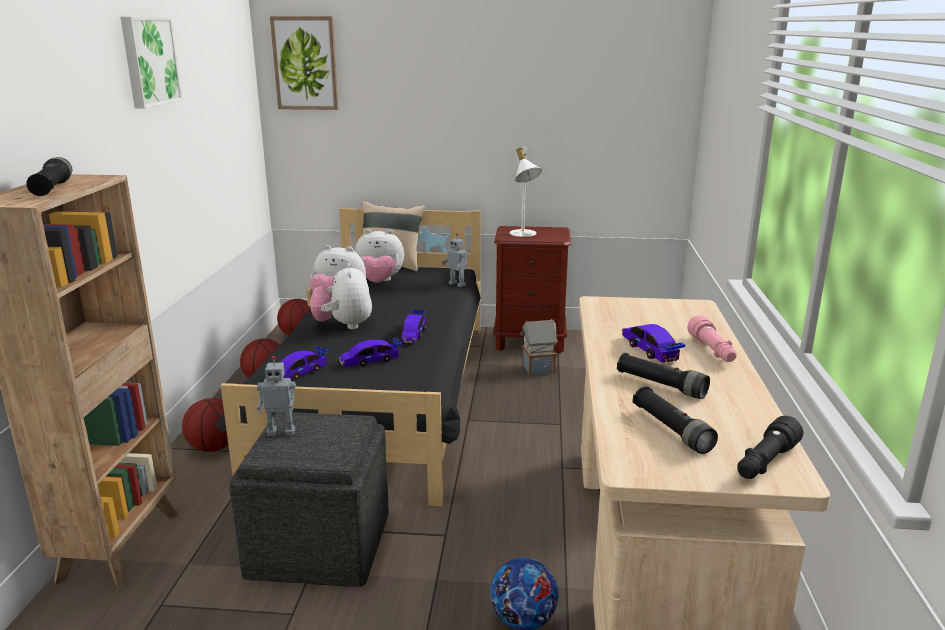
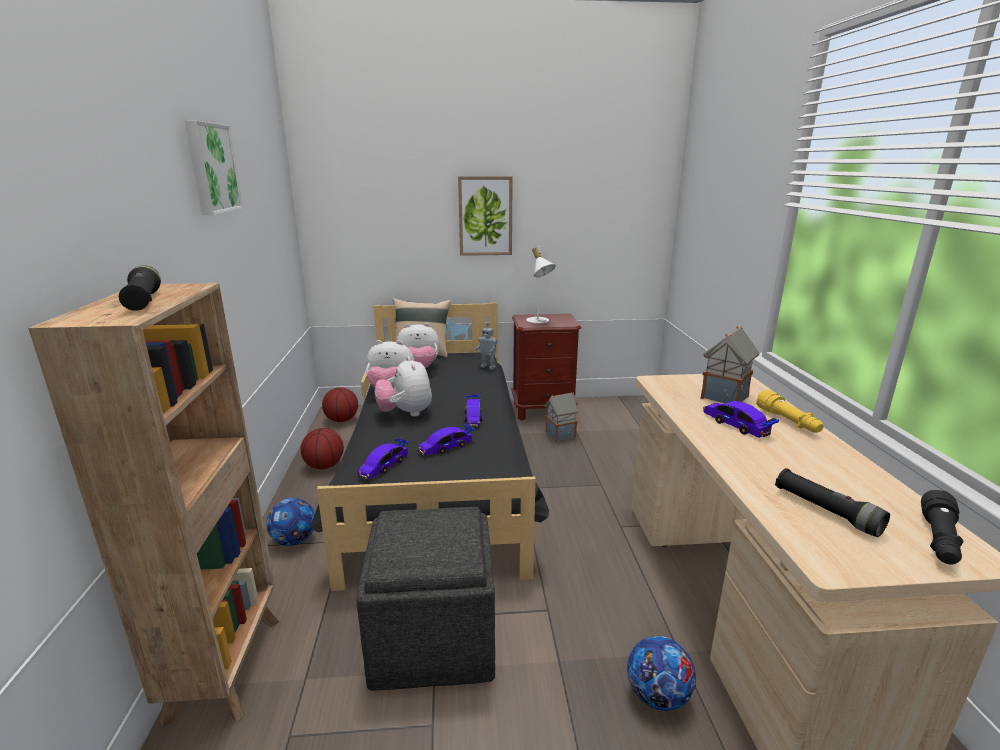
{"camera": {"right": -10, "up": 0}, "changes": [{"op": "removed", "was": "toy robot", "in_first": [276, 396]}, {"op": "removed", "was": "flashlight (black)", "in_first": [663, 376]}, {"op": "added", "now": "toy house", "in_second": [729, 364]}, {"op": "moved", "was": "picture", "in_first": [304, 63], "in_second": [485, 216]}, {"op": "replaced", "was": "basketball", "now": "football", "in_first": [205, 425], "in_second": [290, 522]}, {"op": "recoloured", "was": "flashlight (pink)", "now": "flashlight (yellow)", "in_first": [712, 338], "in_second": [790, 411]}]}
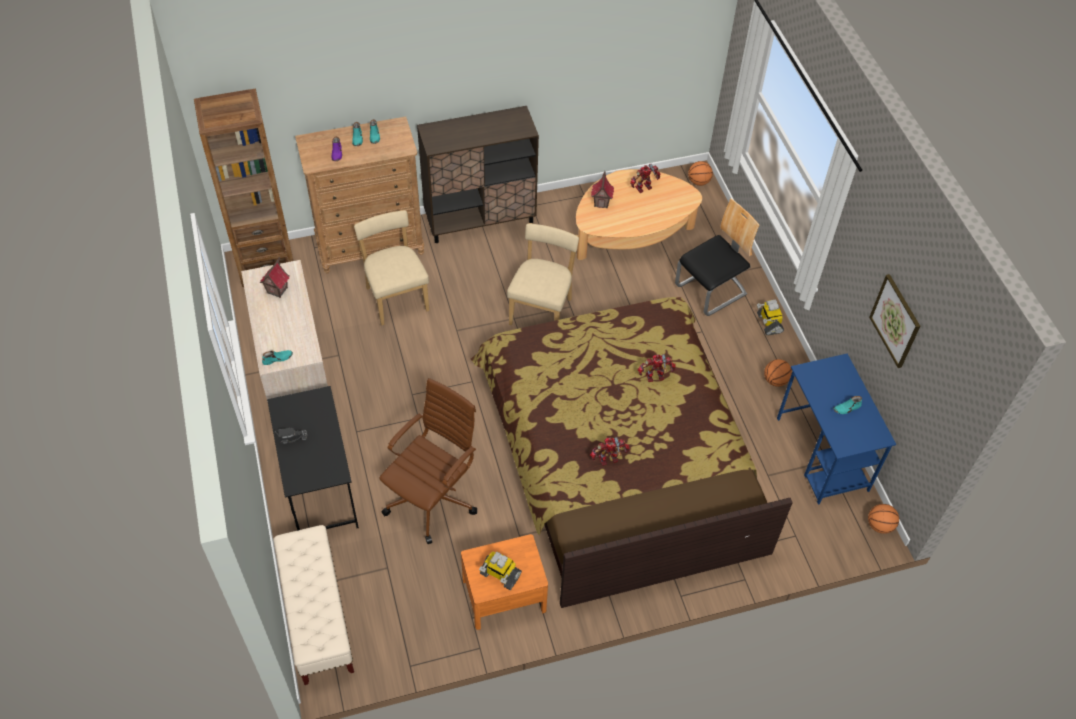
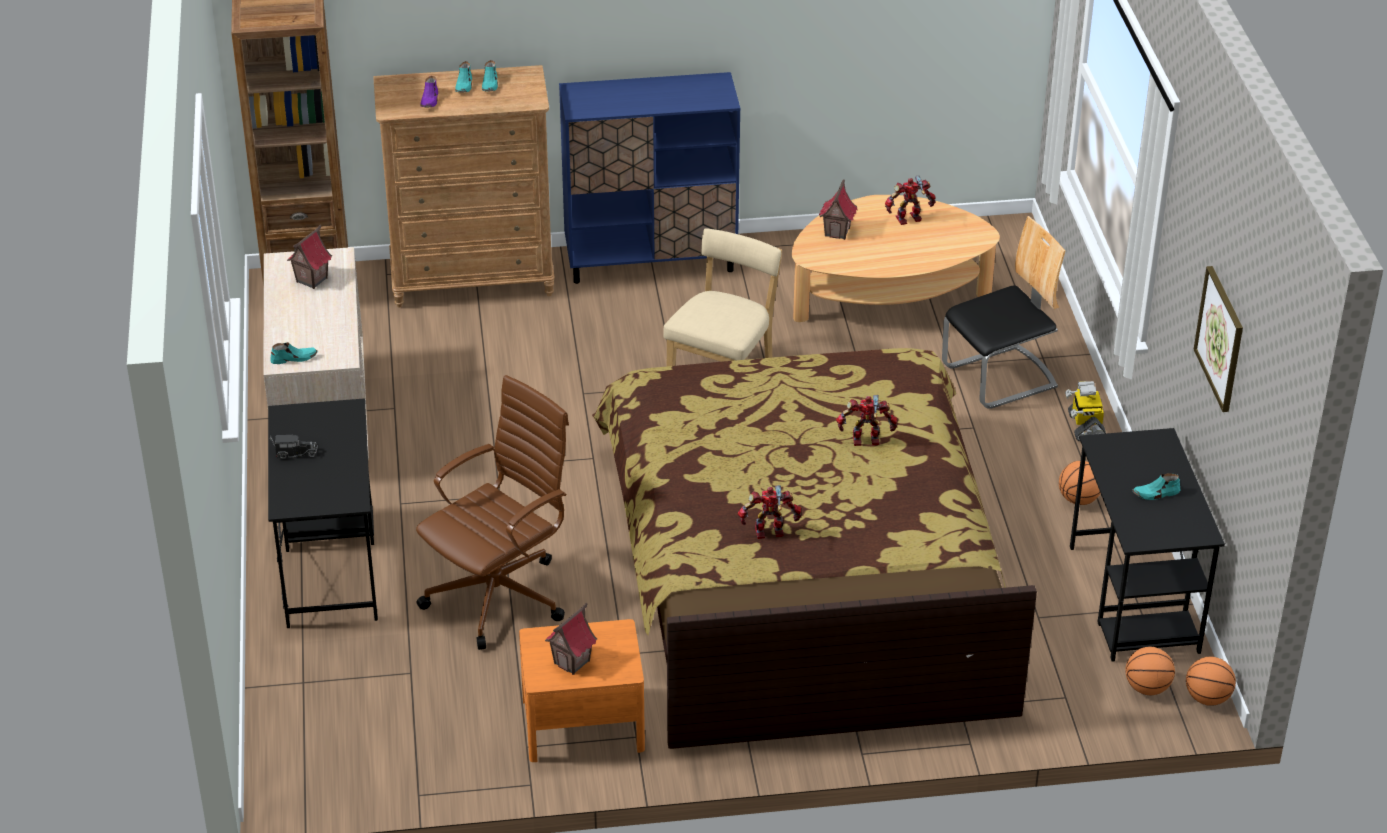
{"camera": {"right": 10, "up": -15}, "changes": [{"op": "removed", "was": "bench (beige)", "in_first": [313, 605]}, {"op": "removed", "was": "chair (beige)", "in_first": [391, 267]}, {"op": "moved", "was": "basketball", "in_first": [700, 173], "in_second": [1150, 671]}, {"op": "replaced", "was": "toy robot", "now": "toy house", "in_first": [500, 570], "in_second": [571, 639]}, {"op": "recoloured", "was": "cabinet (brown)", "now": "cabinet (blue)", "in_first": [478, 174], "in_second": [649, 178]}, {"op": "recoloured", "was": "desk (blue)", "now": "desk (black)", "in_first": [836, 429], "in_second": [1147, 545]}]}
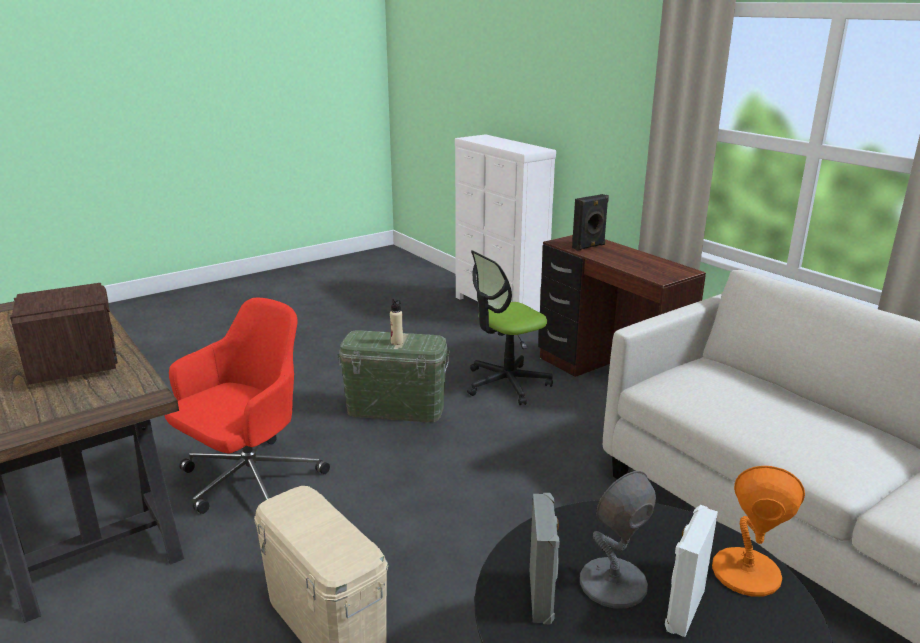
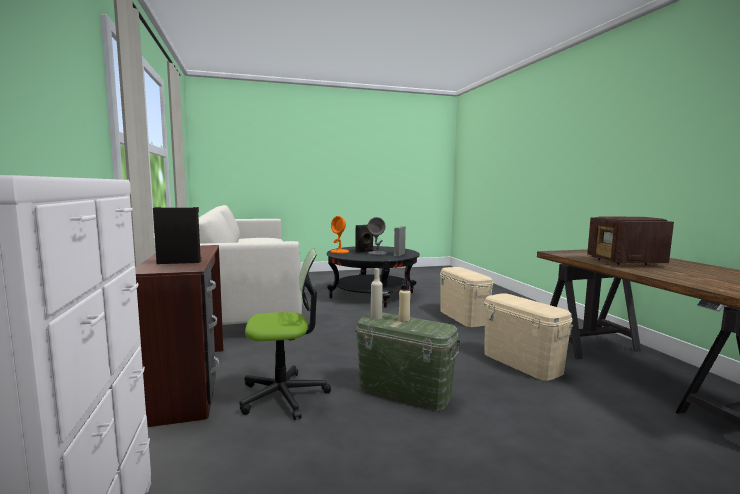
{"camera": {"right": -160, "up": -15}, "changes": [{"op": "added", "now": "bottle (beige)", "in_second": [377, 294]}, {"op": "replaced", "was": "office chair (red)", "now": "storage box (beige)", "in_first": [247, 406], "in_second": [528, 337]}, {"op": "recoloured", "was": "speaker (white)", "now": "speaker (black)", "in_first": [691, 571], "in_second": [364, 239]}]}
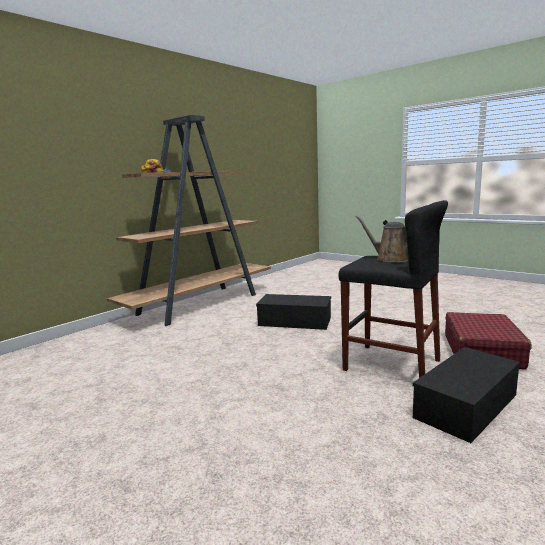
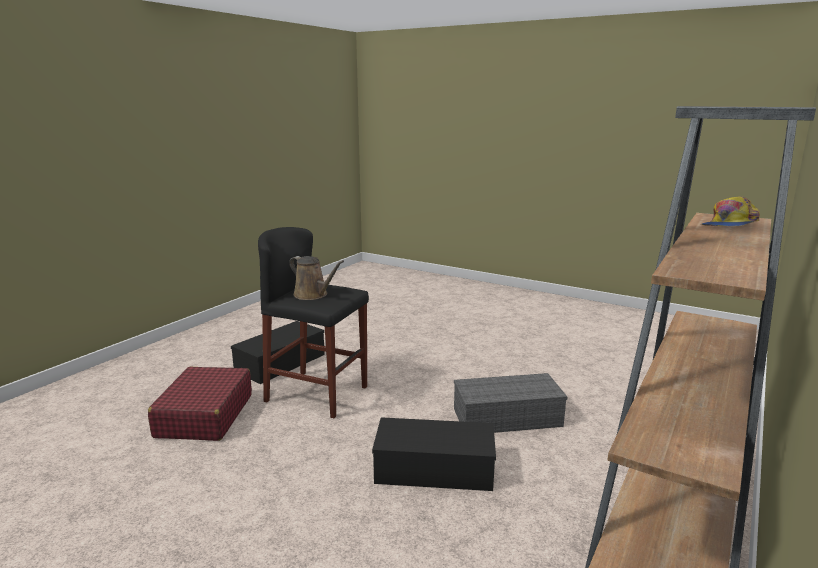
{"camera": {"right": 170, "up": 5}, "changes": [{"op": "added", "now": "storage box (grey)", "in_second": [511, 403]}]}
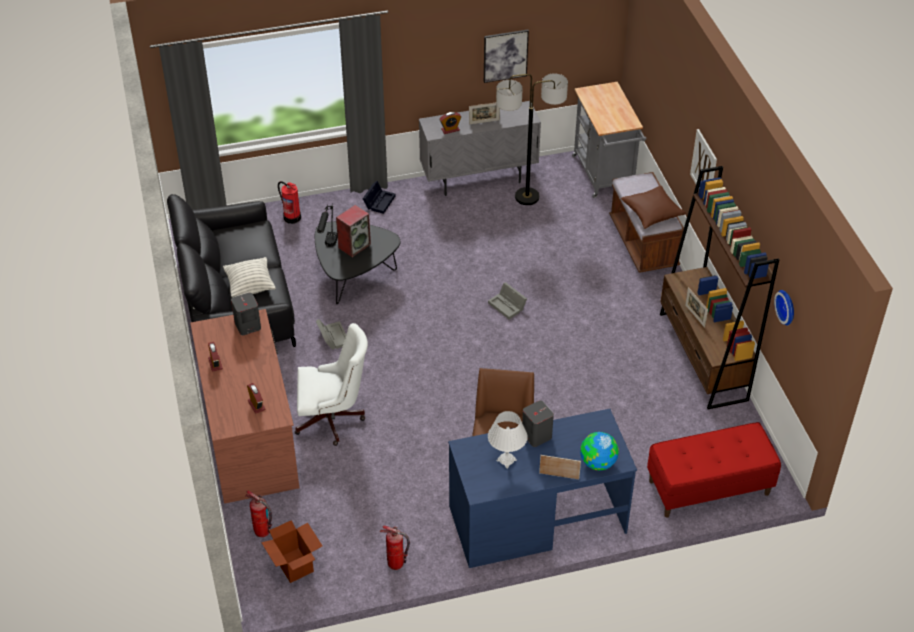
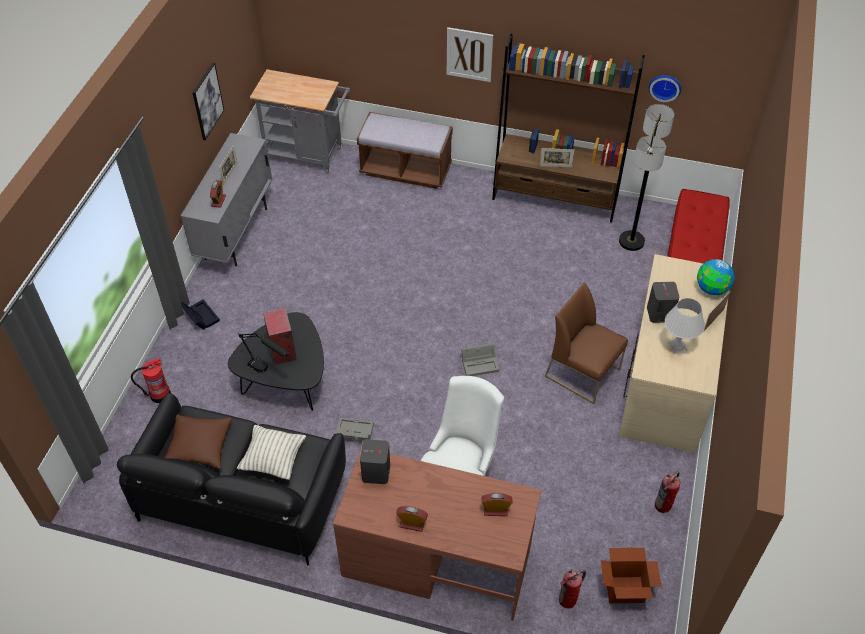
{"camera": {"right": -60, "up": 5}, "changes": [{"op": "moved", "was": "storage box (grey)", "in_first": [507, 300], "in_second": [480, 359]}, {"op": "moved", "was": "floor lamp", "in_first": [532, 139], "in_second": [646, 177]}, {"op": "moved", "was": "pillow (brown)", "in_first": [653, 207], "in_second": [198, 441]}, {"op": "recoloured", "was": "desk (blue)", "now": "desk (beige)", "in_first": [542, 488], "in_second": [674, 353]}]}
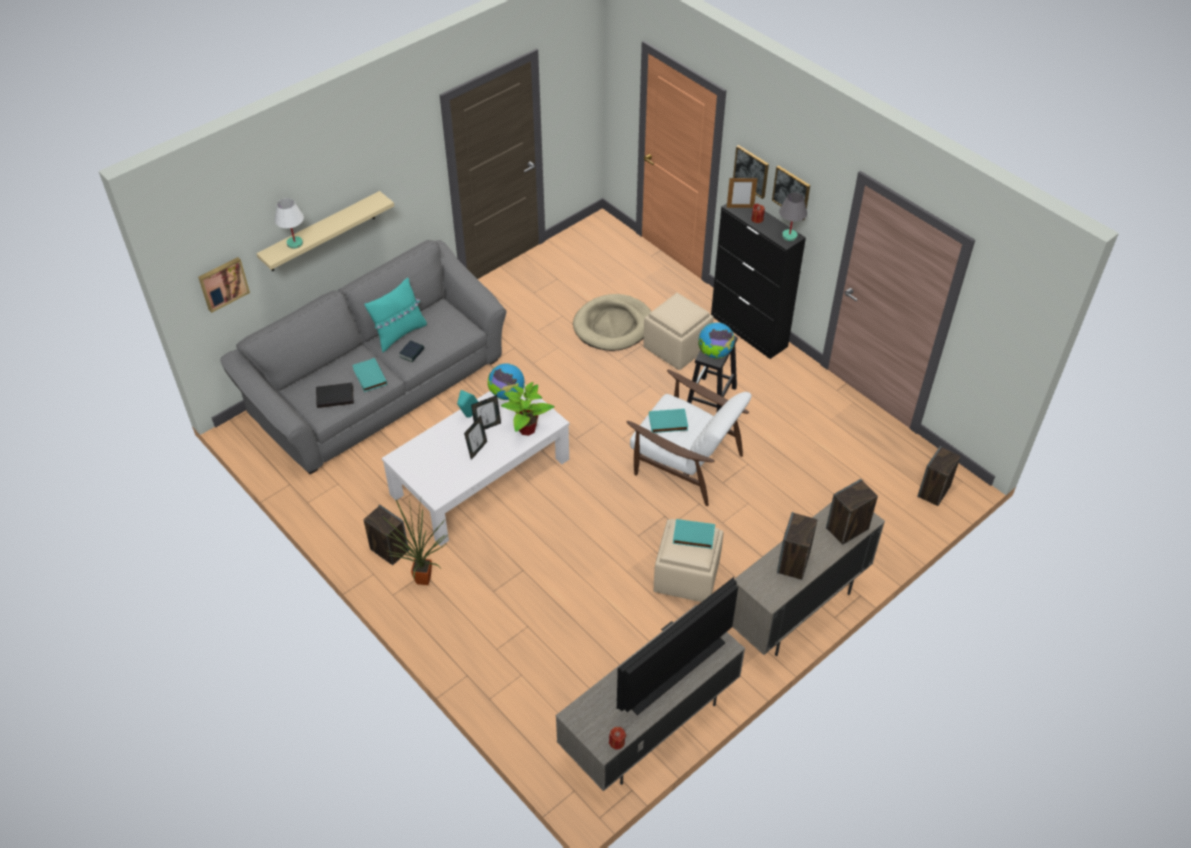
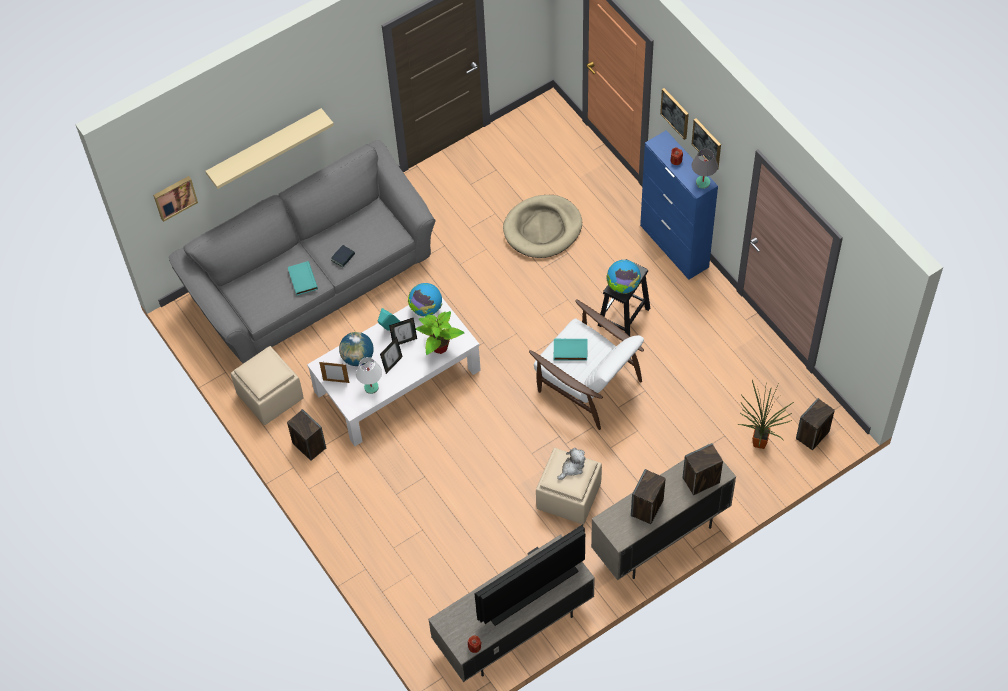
{"camera": {"right": 10, "up": 10}, "changes": [{"op": "removed", "was": "book (black)", "in_first": [335, 395]}, {"op": "removed", "was": "pillow (turquoise)", "in_first": [395, 315]}, {"op": "added", "now": "globe", "in_second": [356, 349]}, {"op": "moved", "was": "table lamp (white)", "in_first": [289, 223], "in_second": [369, 375]}, {"op": "moved", "was": "potted plant", "in_first": [414, 540], "in_second": [766, 414]}, {"op": "moved", "was": "ottoman (beige)", "in_first": [679, 331], "in_second": [267, 385]}, {"op": "moved", "was": "picture frame", "in_first": [742, 192], "in_second": [334, 372]}, {"op": "replaced", "was": "book (turquoise)", "now": "plush toy", "in_first": [694, 534], "in_second": [571, 464]}, {"op": "recoloured", "was": "cabinet (black)", "now": "cabinet (blue)", "in_first": [758, 281], "in_second": [679, 205]}]}
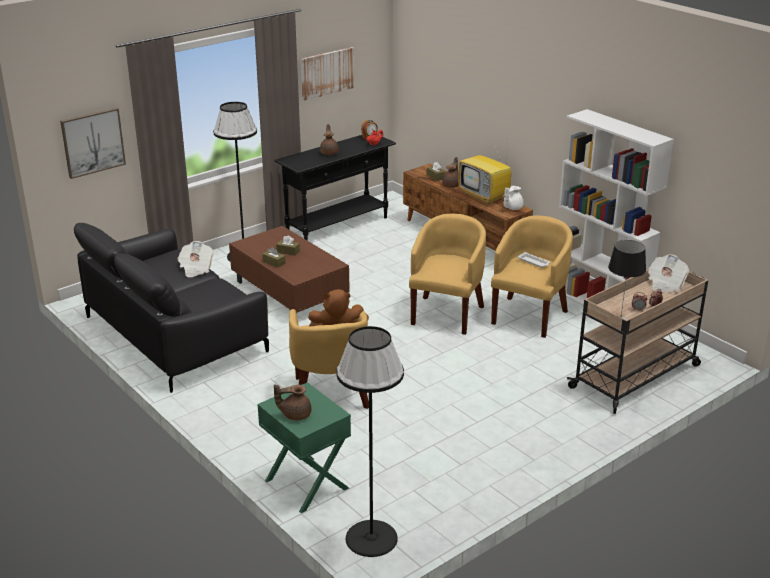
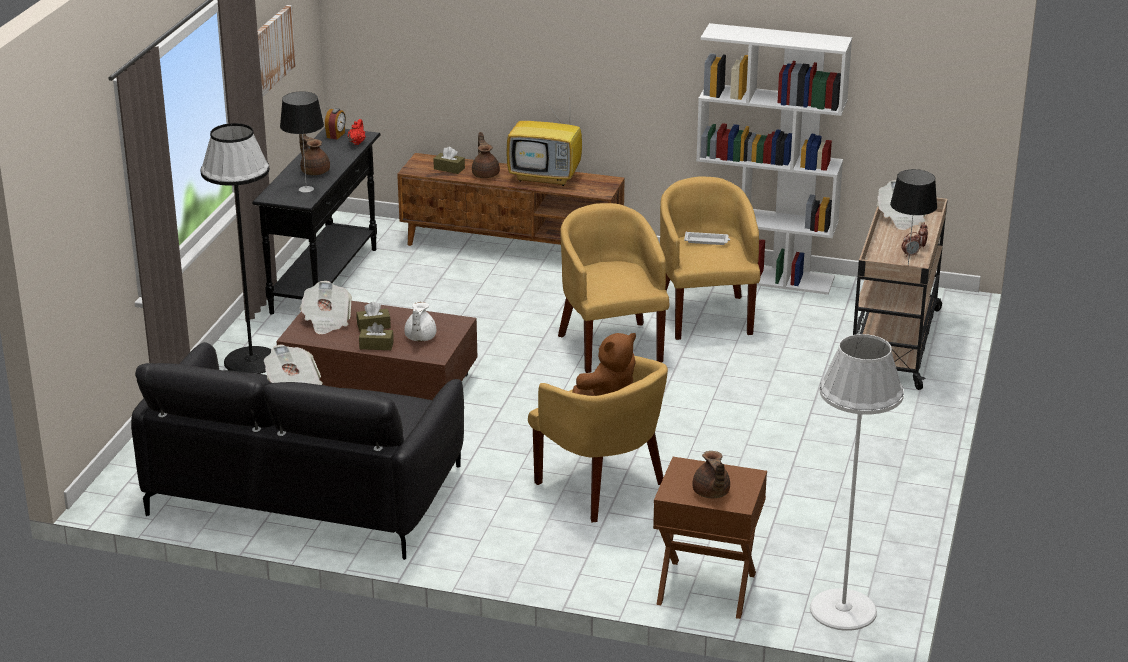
{"camera": {"right": -35, "up": 0}, "changes": [{"op": "removed", "was": "picture", "in_first": [93, 143]}, {"op": "added", "now": "table lamp", "in_second": [302, 142]}, {"op": "added", "now": "newspaper", "in_second": [326, 307]}, {"op": "moved", "was": "teapot (white)", "in_first": [513, 198], "in_second": [420, 321]}, {"op": "recoloured", "was": "nightstand (green)", "now": "nightstand (brown)", "in_first": [304, 447], "in_second": [710, 538]}, {"op": "recoloured", "was": "floor lamp (black)", "now": "floor lamp (white)", "in_first": [370, 441], "in_second": [857, 482]}, {"op": "turned", "was": "teapot (brown)", "in_first": [293, 402], "in_second": [711, 474], "clockwise": -60}]}
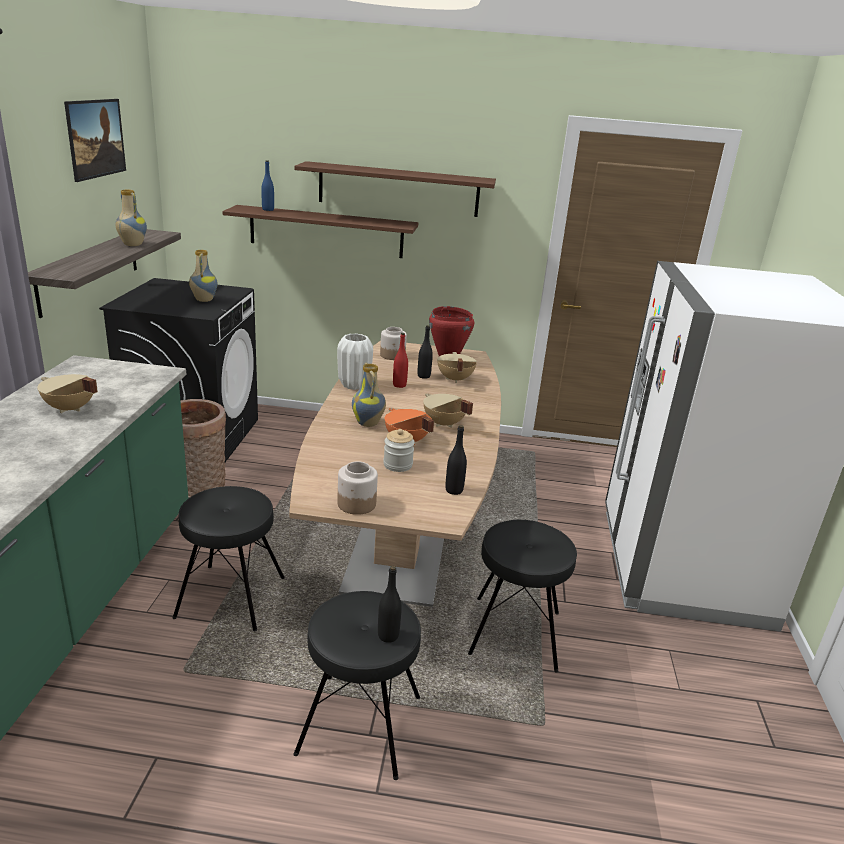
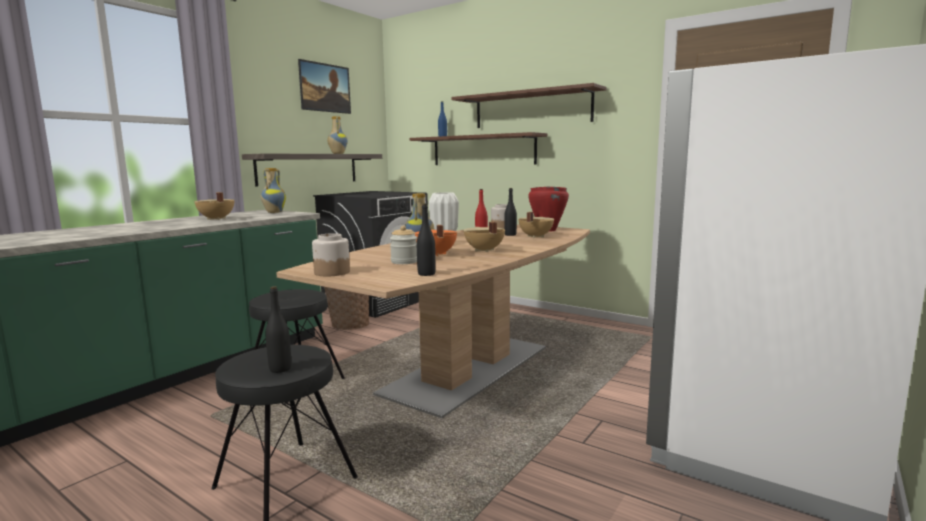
{"camera": {"right": 30, "up": -15}, "changes": [{"op": "removed", "was": "stool (black)", "in_first": [522, 596]}, {"op": "moved", "was": "vase", "in_first": [203, 276], "in_second": [273, 190]}]}
